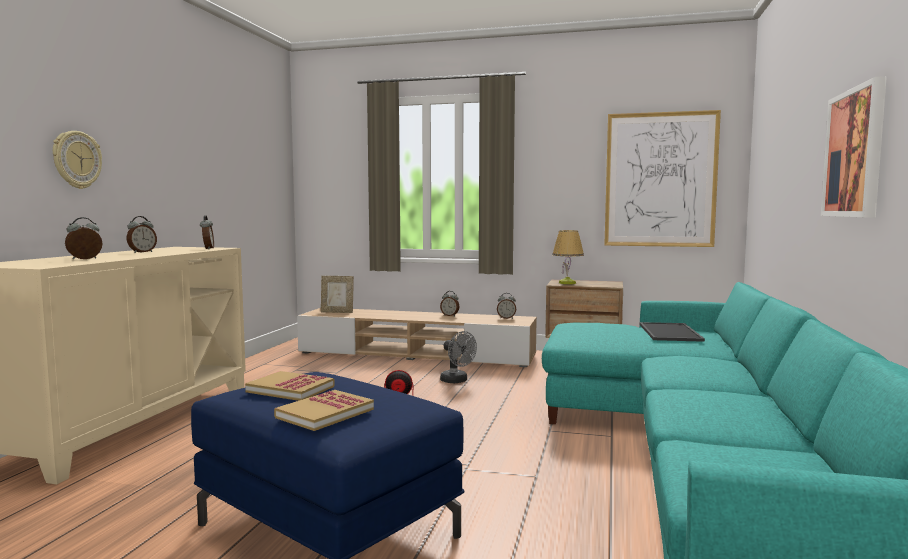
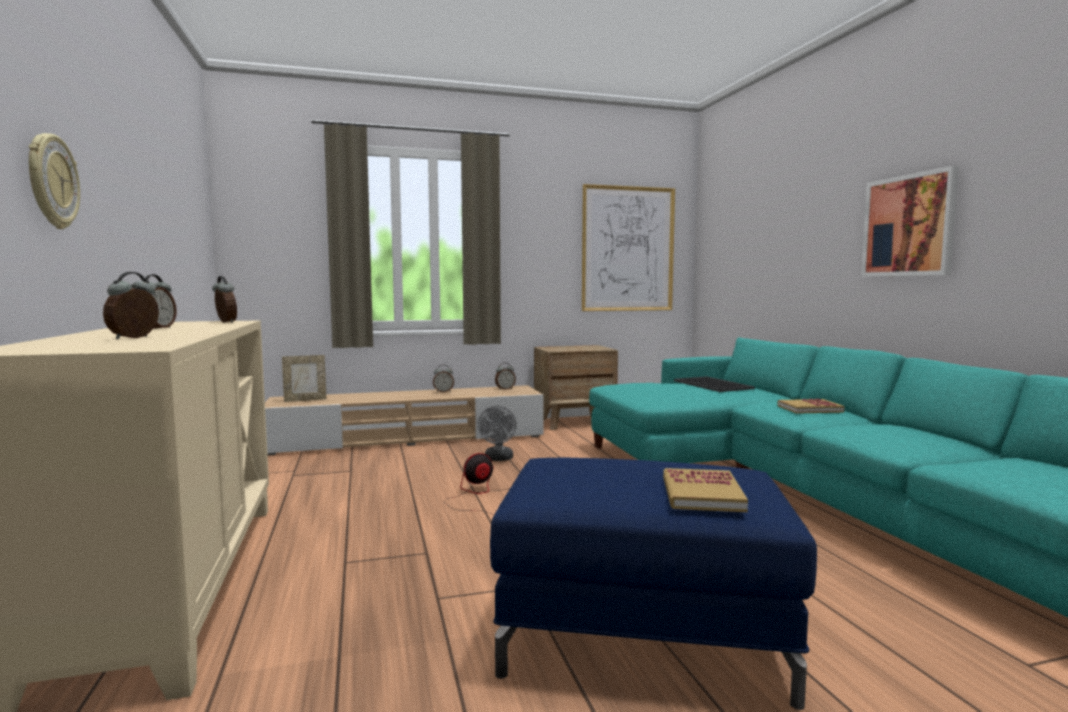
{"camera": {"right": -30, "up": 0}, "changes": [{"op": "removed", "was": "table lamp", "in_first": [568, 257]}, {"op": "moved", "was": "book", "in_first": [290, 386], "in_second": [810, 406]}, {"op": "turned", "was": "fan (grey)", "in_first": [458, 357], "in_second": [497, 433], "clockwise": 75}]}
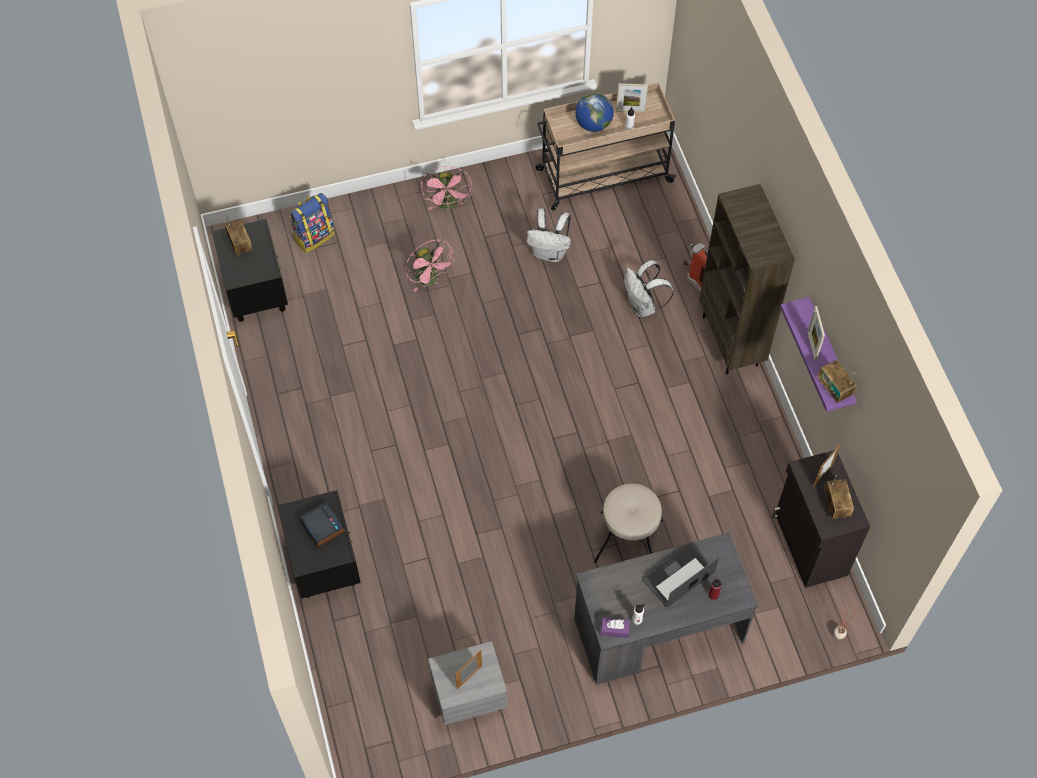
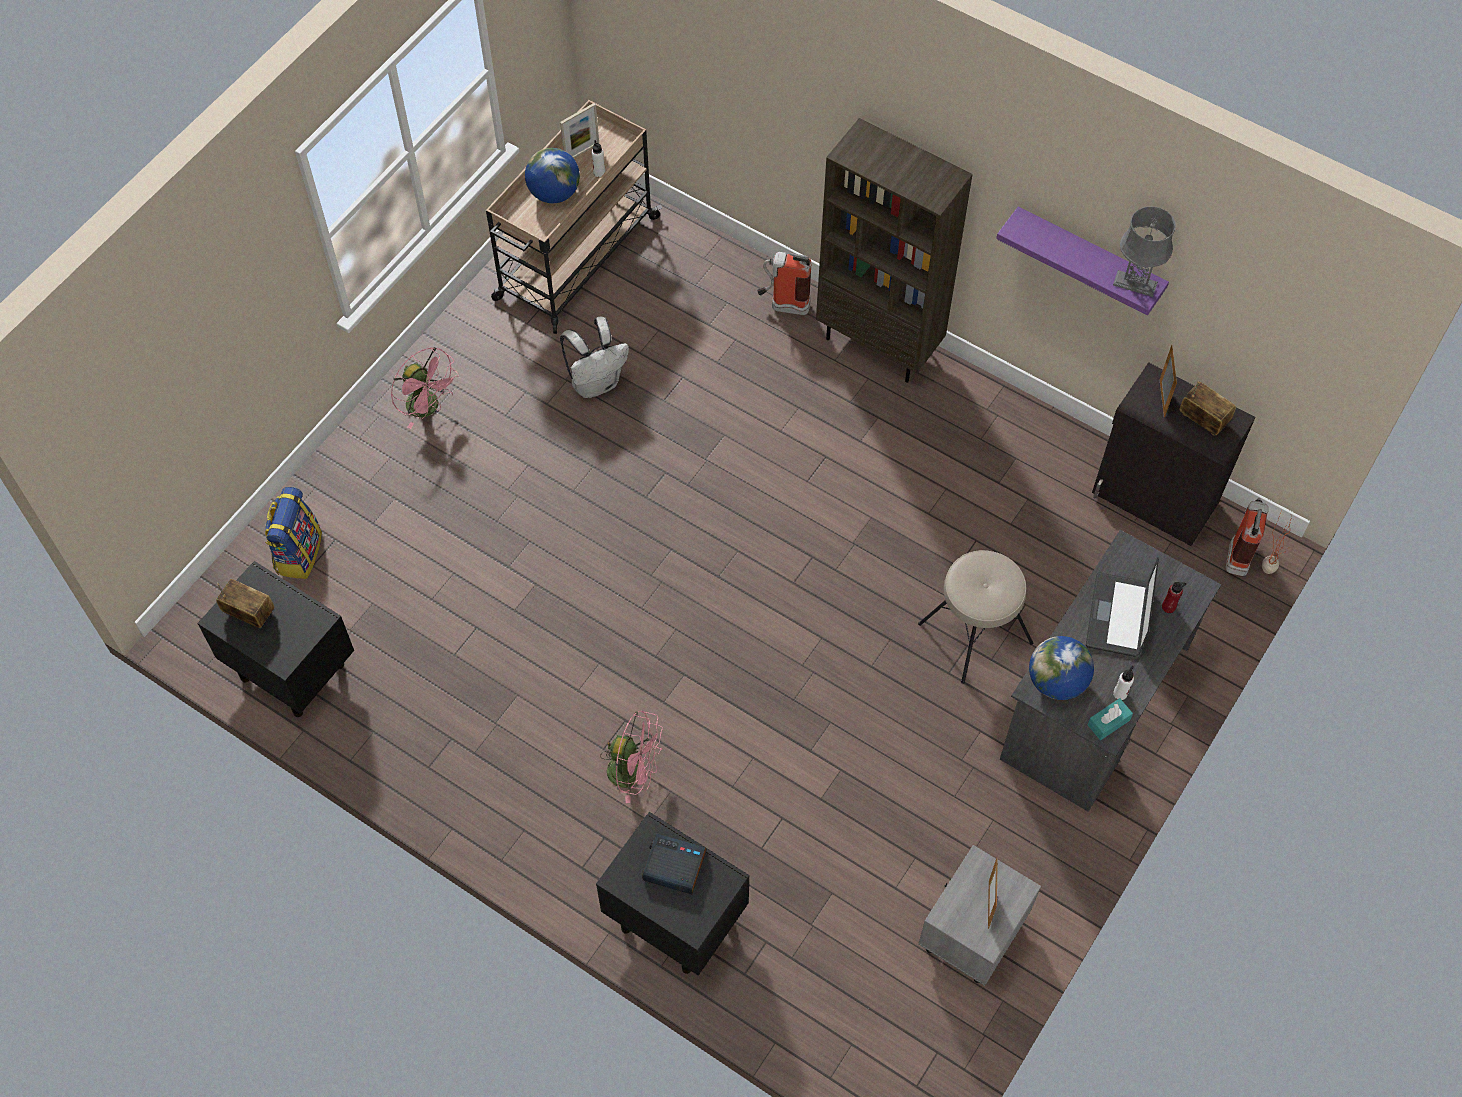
{"camera": {"right": -40, "up": 0}, "changes": [{"op": "removed", "was": "backpack (white)", "in_first": [648, 288]}, {"op": "removed", "was": "picture frame", "in_first": [816, 333]}, {"op": "added", "now": "globe", "in_second": [1061, 668]}, {"op": "added", "now": "fire extinguisher", "in_second": [1247, 537]}, {"op": "moved", "was": "fan (pink)", "in_first": [430, 265], "in_second": [631, 757]}, {"op": "replaced", "was": "radio", "now": "table lamp (grey)", "in_first": [837, 381], "in_second": [1144, 251]}, {"op": "recoloured", "was": "tissue box (purple)", "now": "tissue box (turquoise)", "in_first": [615, 627], "in_second": [1110, 719]}]}
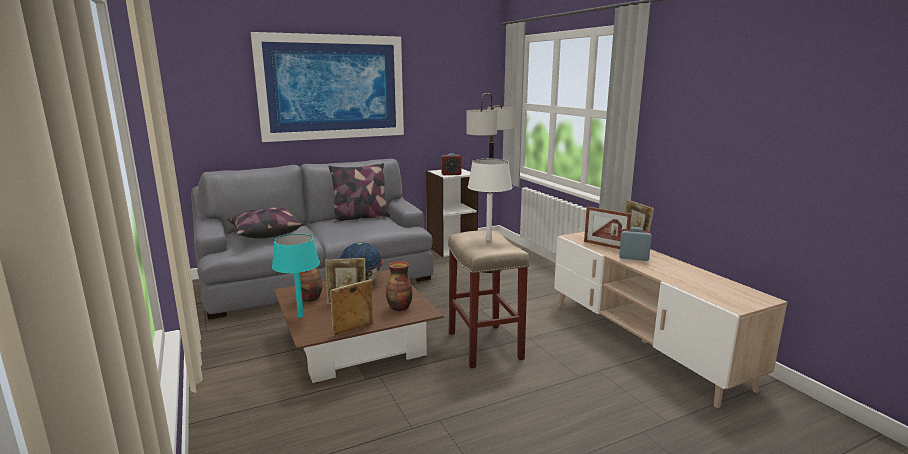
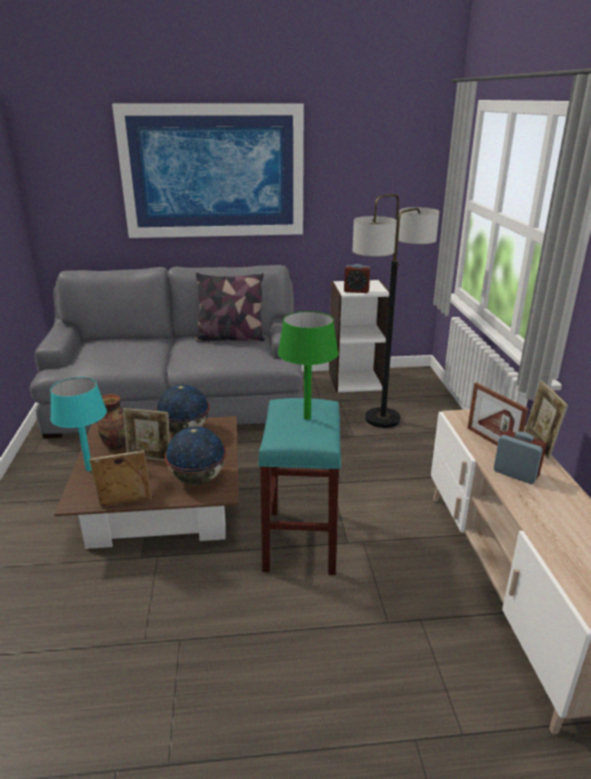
{"camera": {"right": 20, "up": 10}, "changes": [{"op": "removed", "was": "pillow", "in_first": [266, 222]}, {"op": "replaced", "was": "vase", "now": "globe", "in_first": [399, 286], "in_second": [195, 455]}, {"op": "recoloured", "was": "stool (beige)", "now": "stool (turquoise)", "in_first": [489, 299], "in_second": [299, 486]}, {"op": "recoloured", "was": "table lamp (white)", "now": "table lamp (green)", "in_first": [490, 200], "in_second": [308, 365]}]}
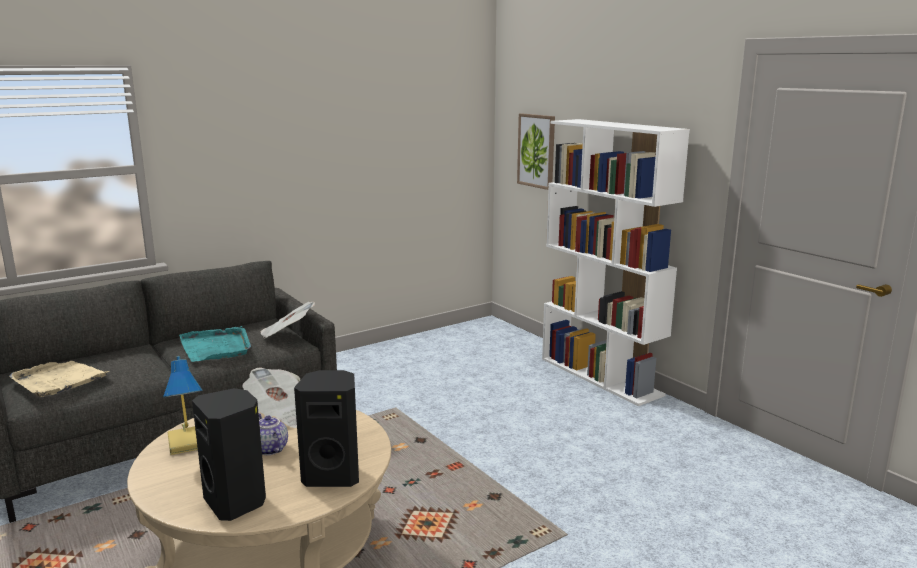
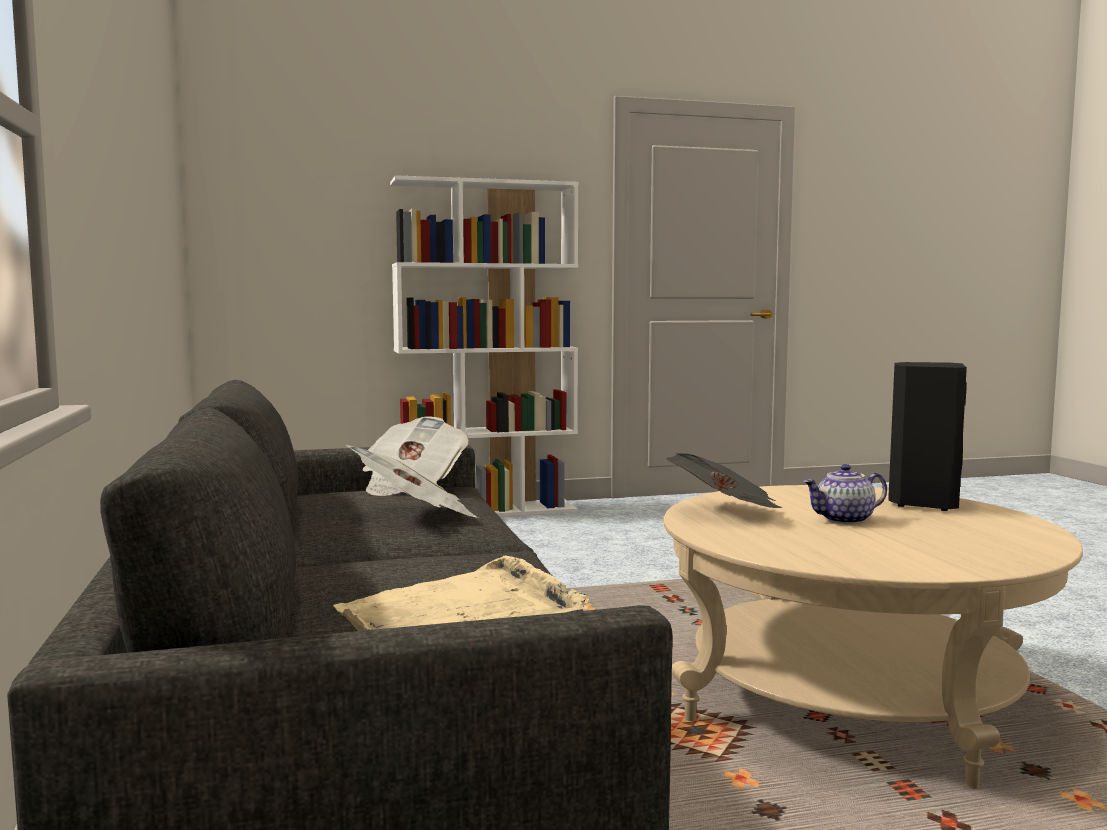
{"camera": {"right": -70, "up": -10}, "changes": [{"op": "removed", "was": "table lamp", "in_first": [183, 405]}, {"op": "removed", "was": "speaker (black)", "in_first": [229, 454]}, {"op": "removed", "was": "picture", "in_first": [536, 151]}, {"op": "replaced", "was": "tray (turquoise)", "now": "newspaper", "in_first": [215, 344], "in_second": [412, 481]}]}
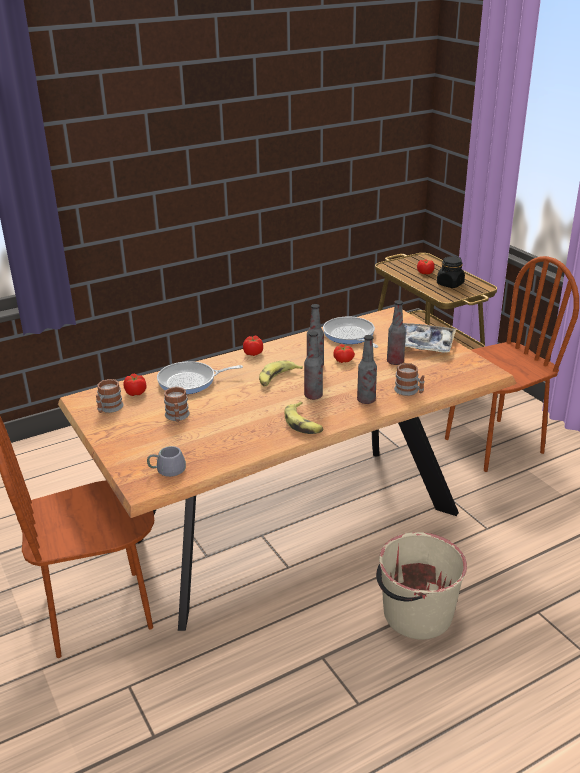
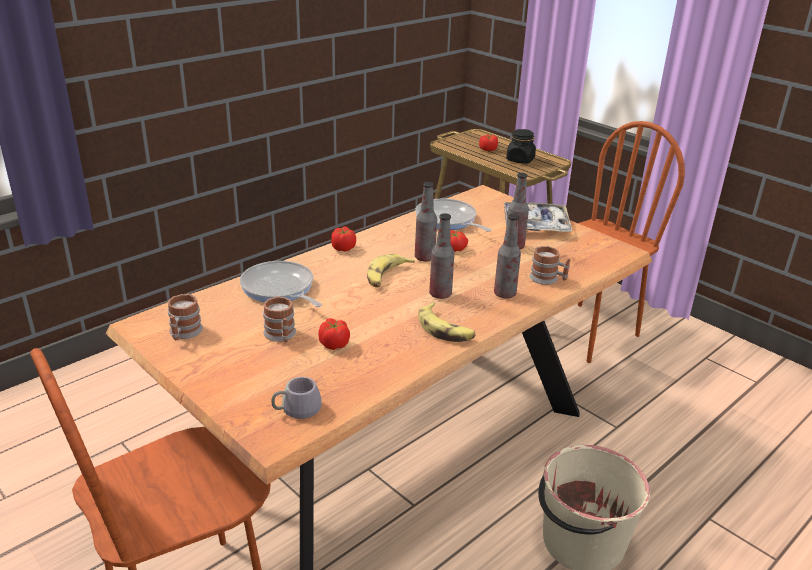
{"camera": {"right": -15, "up": 0}, "changes": [{"op": "moved", "was": "tomato", "in_first": [135, 385], "in_second": [334, 334]}, {"op": "turned", "was": "frying pan", "in_first": [200, 377], "in_second": [281, 284], "clockwise": 75}]}
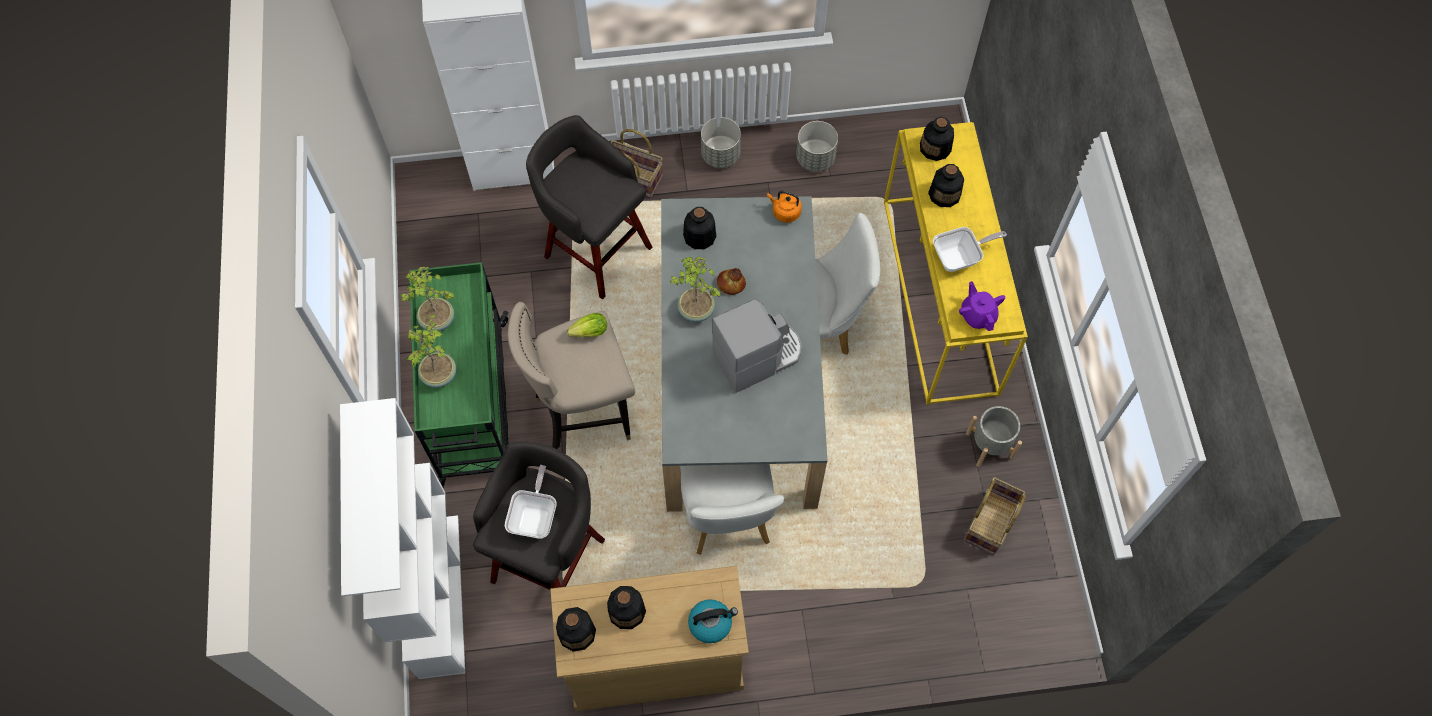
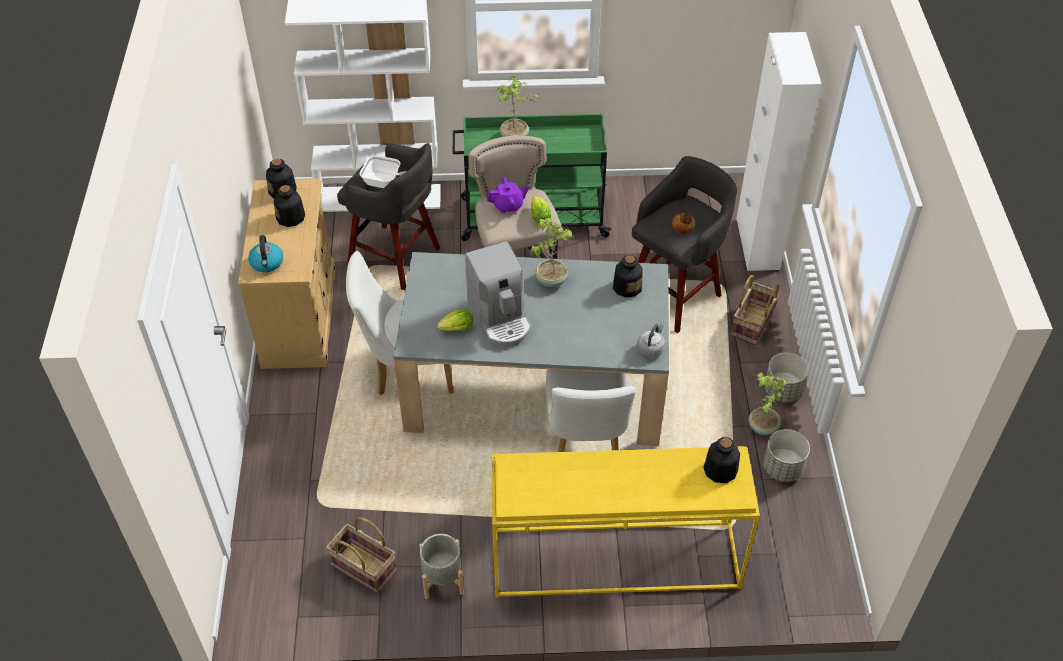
{"camera": {"right": 95, "up": -15}, "changes": [{"op": "removed", "was": "bottle", "in_first": [946, 185]}, {"op": "removed", "was": "frying pan", "in_first": [970, 249]}, {"op": "added", "now": "lettuce", "in_second": [455, 320]}, {"op": "moved", "was": "potted plant", "in_first": [428, 299], "in_second": [768, 403]}, {"op": "moved", "was": "bread", "in_first": [731, 281], "in_second": [683, 223]}, {"op": "moved", "was": "teapot (purple)", "in_first": [982, 306], "in_second": [508, 195]}, {"op": "recoloured", "was": "kettle (orange)", "now": "kettle (grey)", "in_first": [784, 206], "in_second": [651, 341]}]}
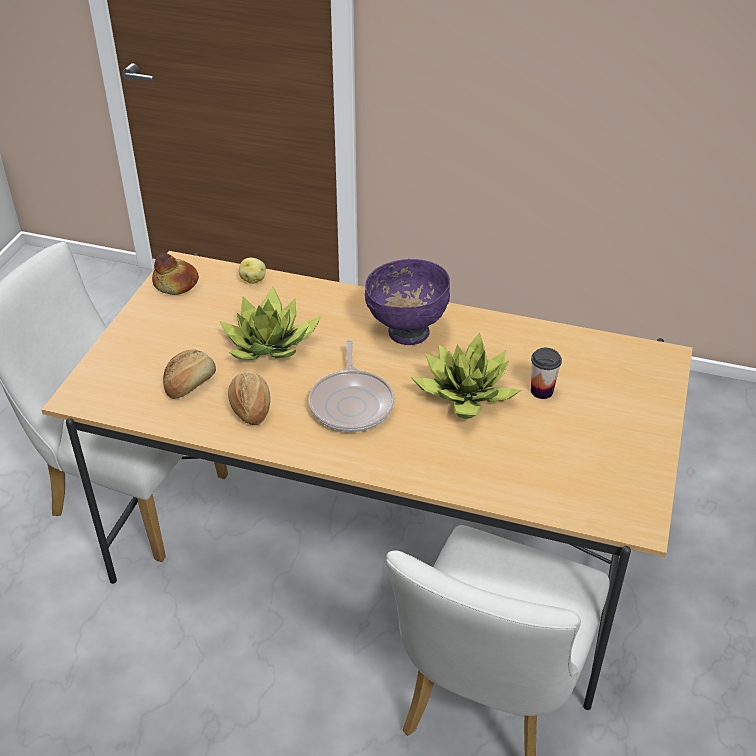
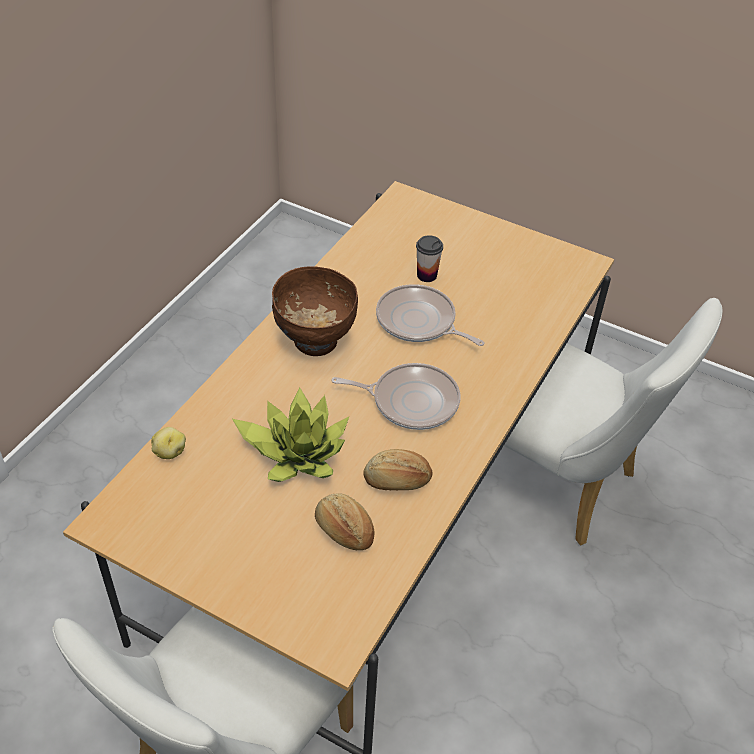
{"camera": {"right": -80, "up": 5}, "changes": [{"op": "removed", "was": "bread", "in_first": [175, 274]}, {"op": "replaced", "was": "potted plant", "now": "frying pan", "in_first": [466, 376], "in_second": [430, 315]}, {"op": "recoloured", "was": "bowl (purple)", "now": "bowl (brown)", "in_first": [407, 302], "in_second": [315, 311]}]}
